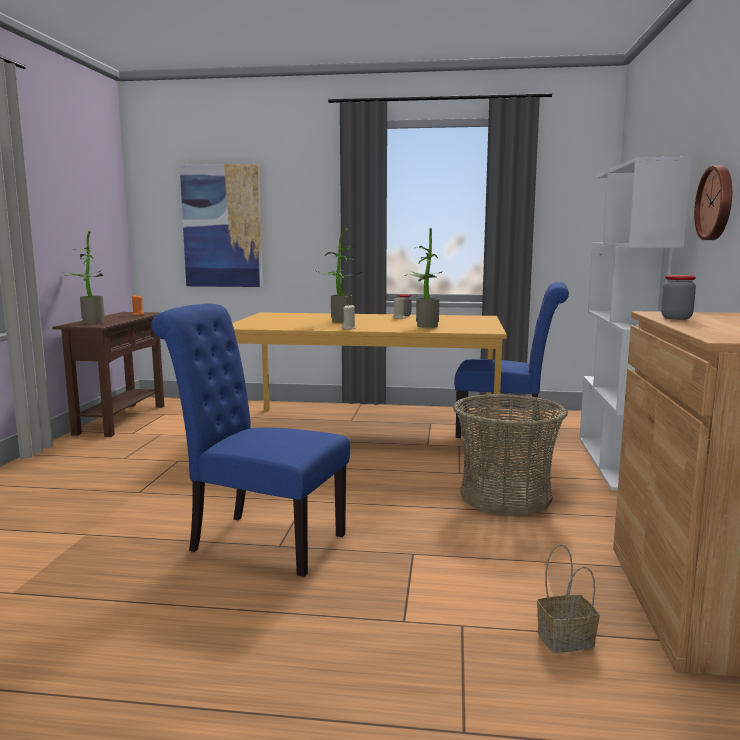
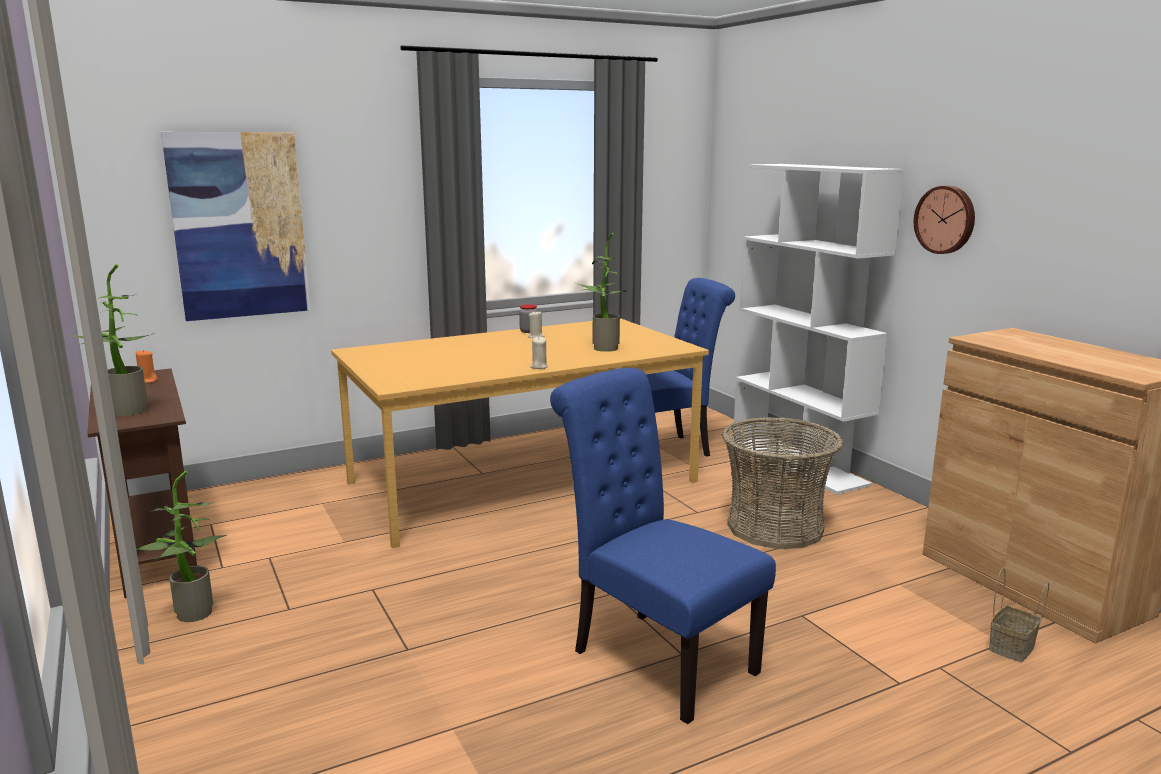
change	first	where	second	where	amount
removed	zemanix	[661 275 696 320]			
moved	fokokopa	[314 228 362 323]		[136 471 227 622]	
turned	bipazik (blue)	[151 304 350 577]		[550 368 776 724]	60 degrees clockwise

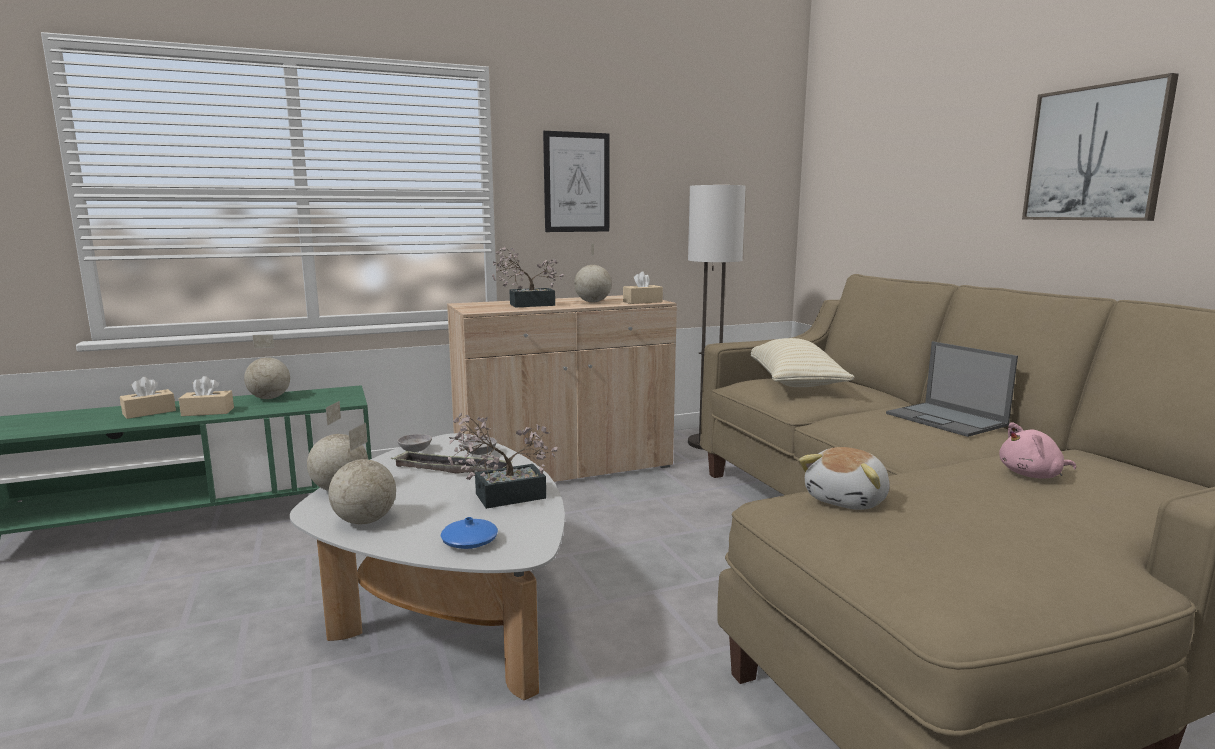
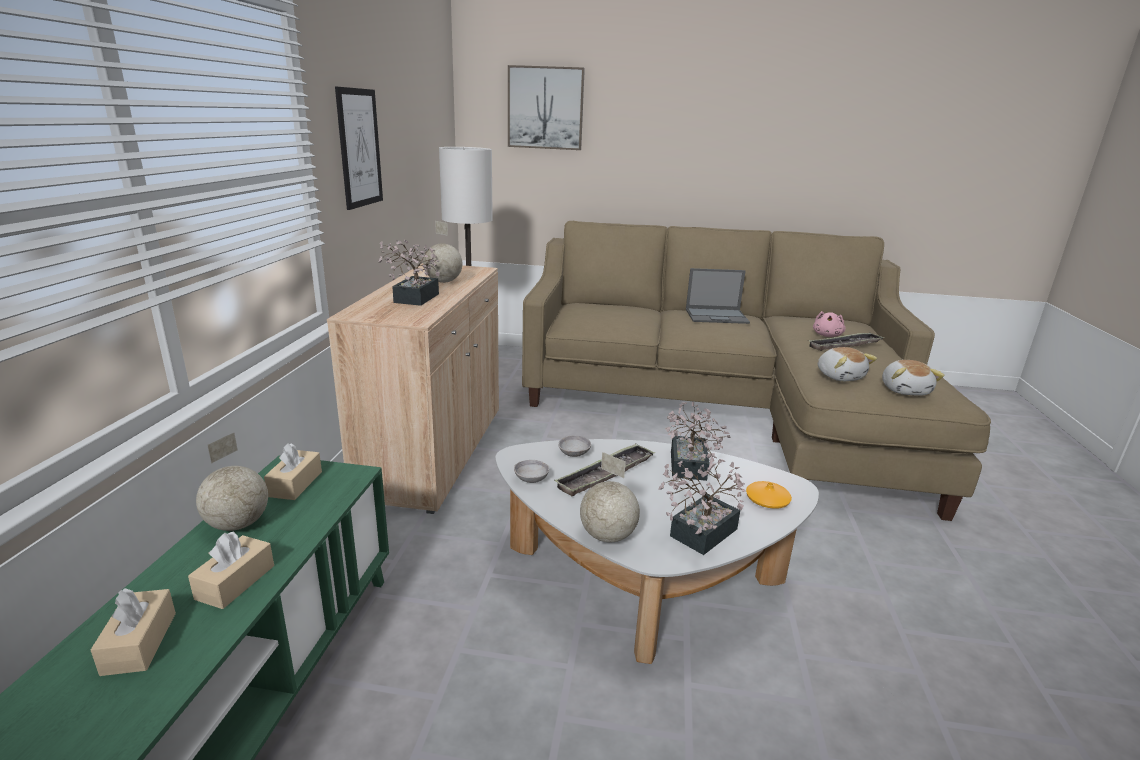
change	first	where	second	where	amount
removed	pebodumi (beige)	[751 338 854 387]			
added			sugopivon	[808 333 885 351]	
added			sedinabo	[882 360 945 396]	
moved	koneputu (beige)	[623 271 663 304]		[264 443 322 500]	
moved	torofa	[1022 73 1179 221]		[508 65 585 150]	
replaced	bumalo	[328 423 396 524]	fokokopa	[658 459 746 555]	
recoloured	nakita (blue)	[441 517 498 549]	nakita (orange)	[746 481 792 509]	

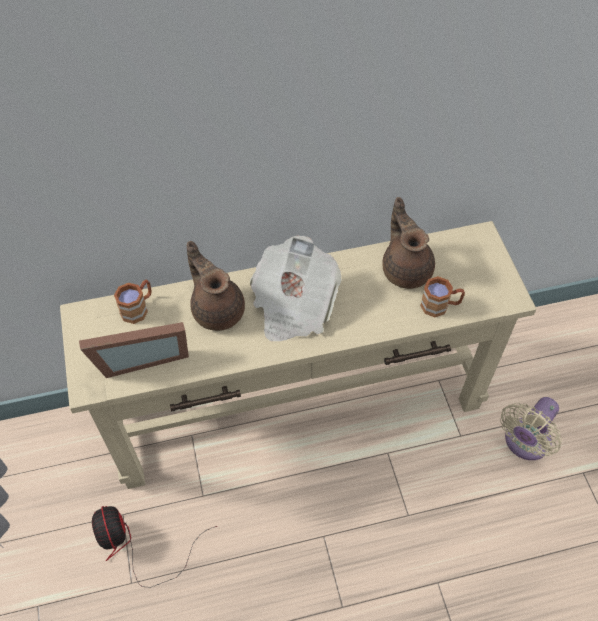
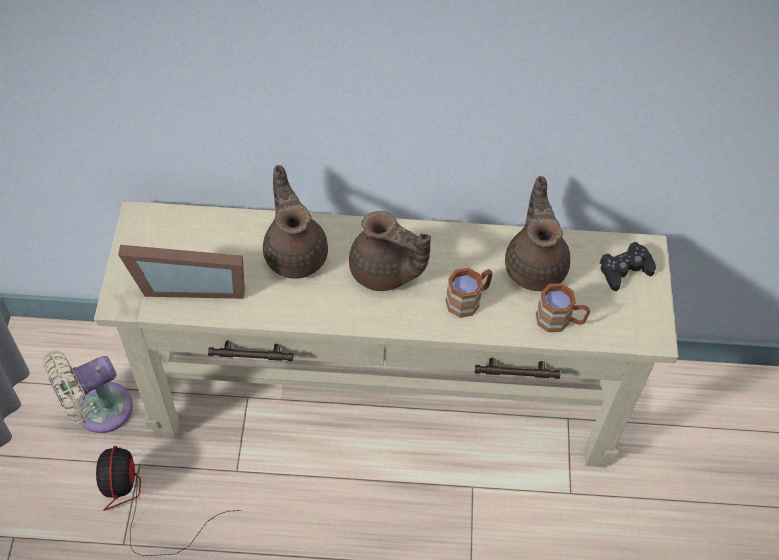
change	first	where	second	where	amount
added			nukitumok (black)	[599 242 656 291]	
moved	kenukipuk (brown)	[114 280 152 324]		[446 268 493 318]	
moved	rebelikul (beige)	[500 397 562 460]		[42 350 133 433]	
replaced	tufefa	[250 236 342 342]	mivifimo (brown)	[349 211 431 291]	

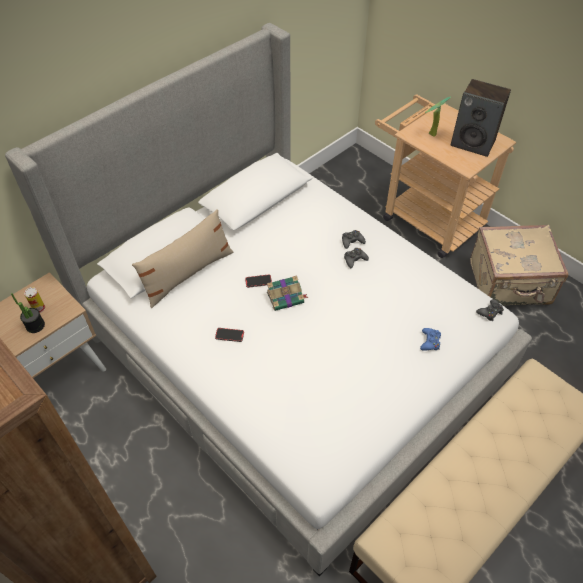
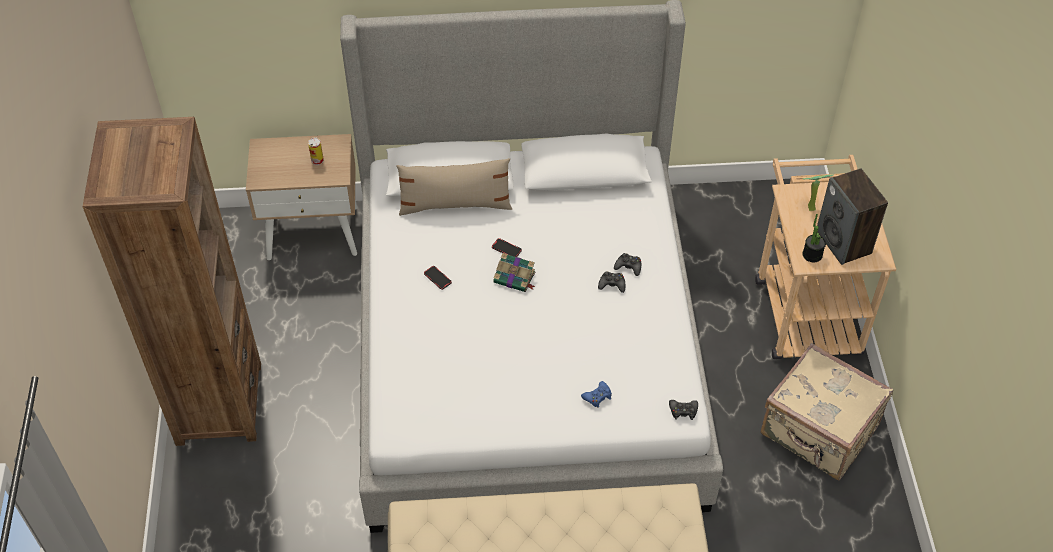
change	first	where	second	where	amount
moved	fokokopa	[11 293 45 333]		[802 214 826 262]	

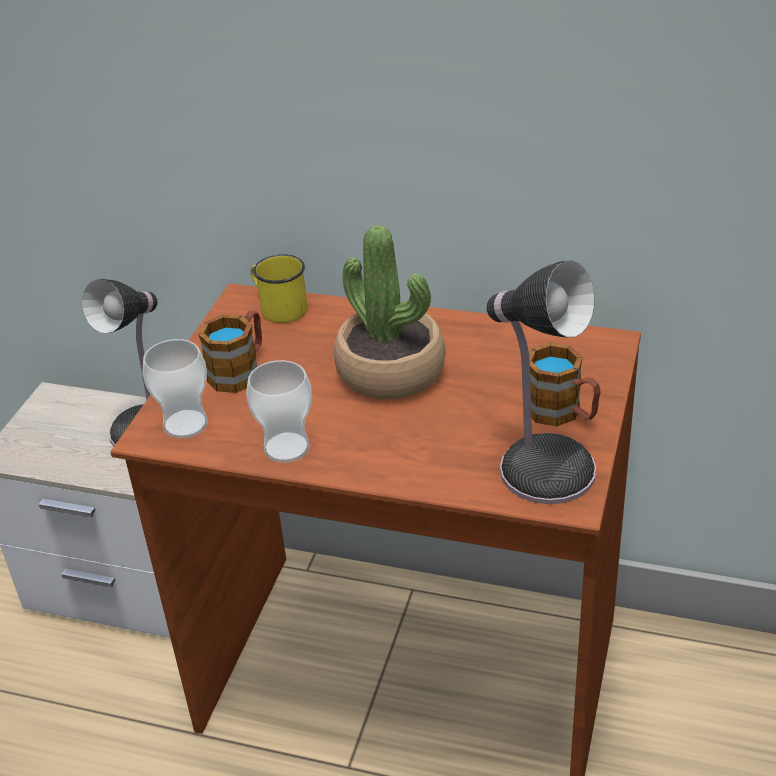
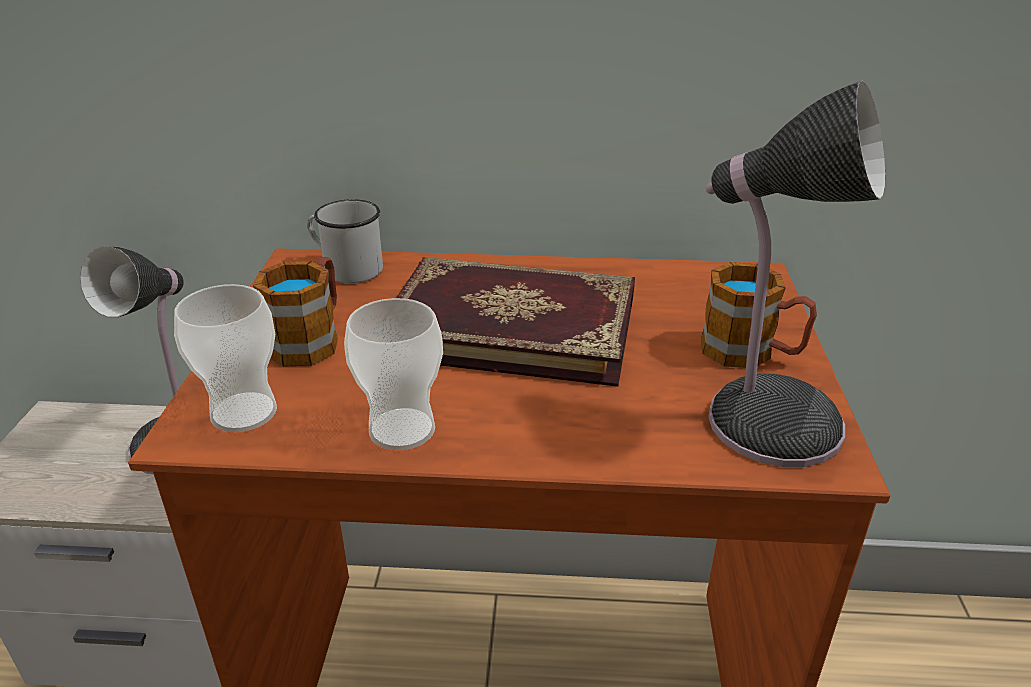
change	first	where	second	where	amount
replaced	fokokopa	[334 225 446 399]	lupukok	[396 257 635 387]	
recoloured	kenukipuk (yellow)	[251 254 307 323]	kenukipuk (white)	[307 199 383 283]	

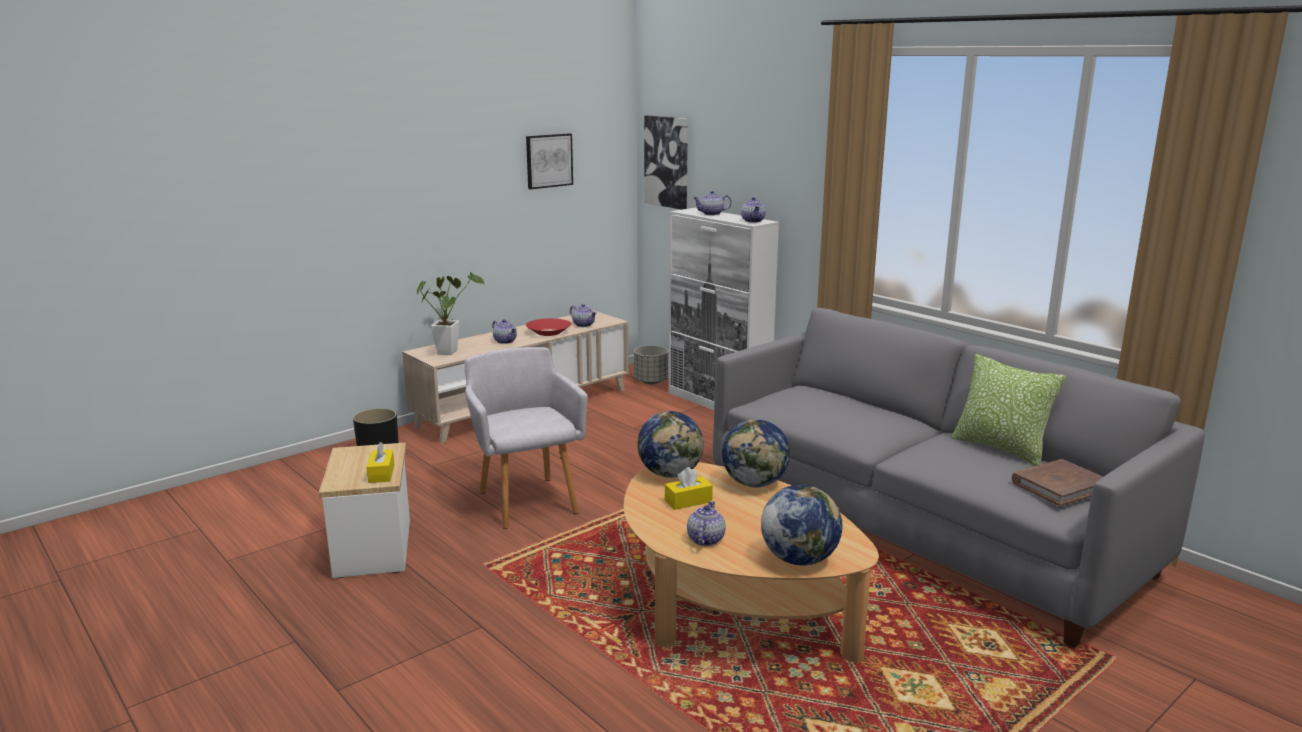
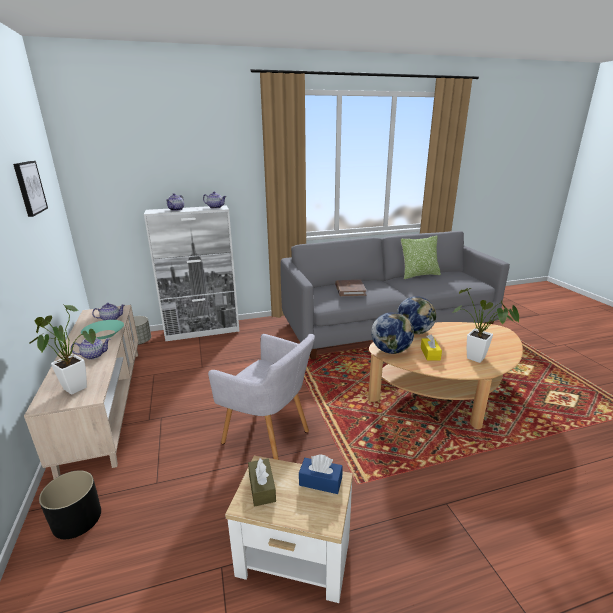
change	first	where	second	where	amount
removed	torofa	[644 115 688 210]			
removed	bumalo	[761 485 842 565]			
added			koneputu (brown)	[248 458 276 507]	
moved	lupukok (brown)	[1012 459 1103 506]		[335 280 367 296]	
replaced	mivifimo	[687 501 726 546]	fokokopa	[452 288 519 363]	
recoloured	koneputu (yellow)	[367 442 394 483]	koneputu (blue)	[299 454 343 494]	
recoloured	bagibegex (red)	[526 318 571 336]	bagibegex (turquoise)	[81 320 124 339]	
turned	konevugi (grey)	[465 347 588 529]		[208 334 315 460]	150 degrees counterclockwise

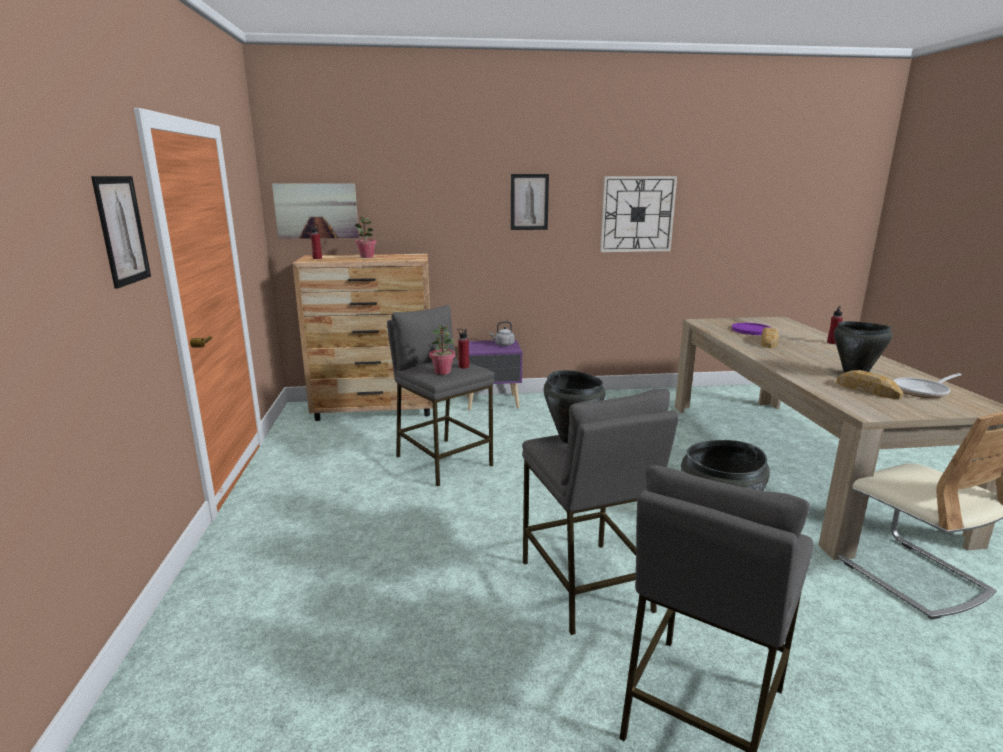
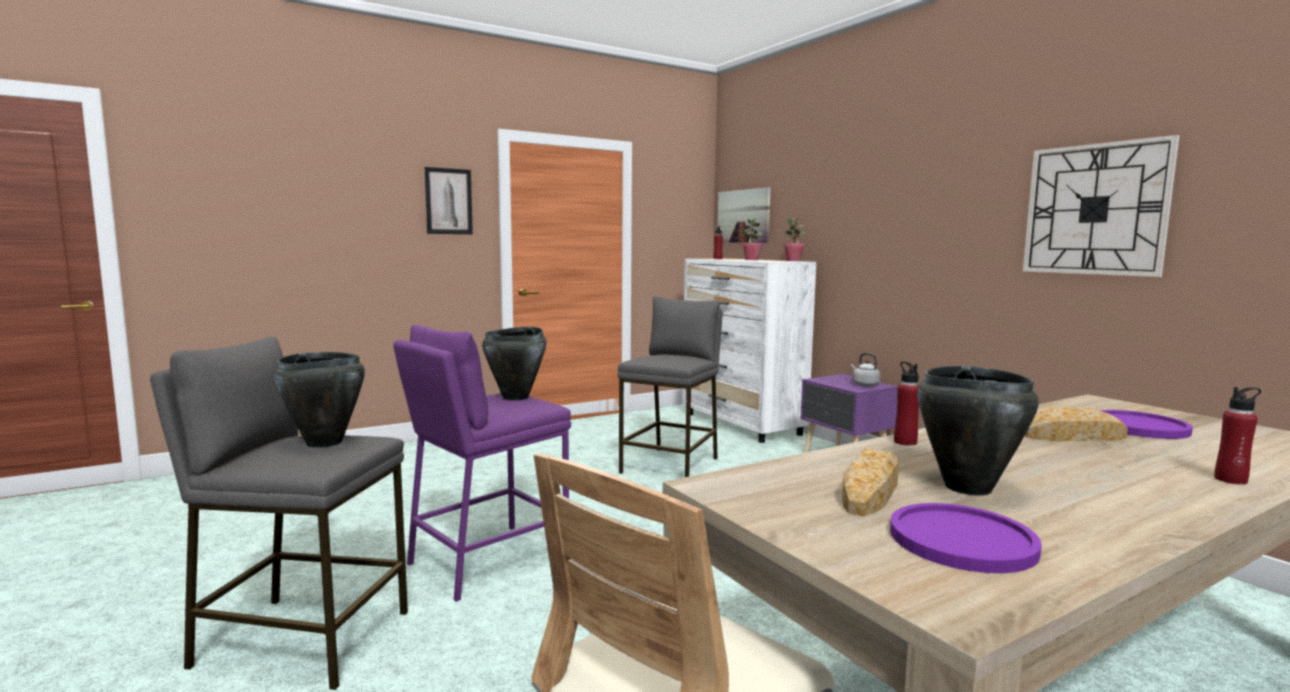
change	first	where	second	where	amount
removed	torofa	[511 174 549 230]			
moved	fokokopa	[429 325 455 375]		[783 218 806 261]	
moved	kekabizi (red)	[458 329 469 369]		[894 362 919 446]	
replaced	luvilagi	[894 373 962 398]	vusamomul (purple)	[890 503 1042 573]	
recoloured	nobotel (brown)	[292 254 433 421]	nobotel (white)	[682 259 816 443]	
recoloured	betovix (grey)	[522 388 679 635]	betovix (purple)	[393 325 571 602]	

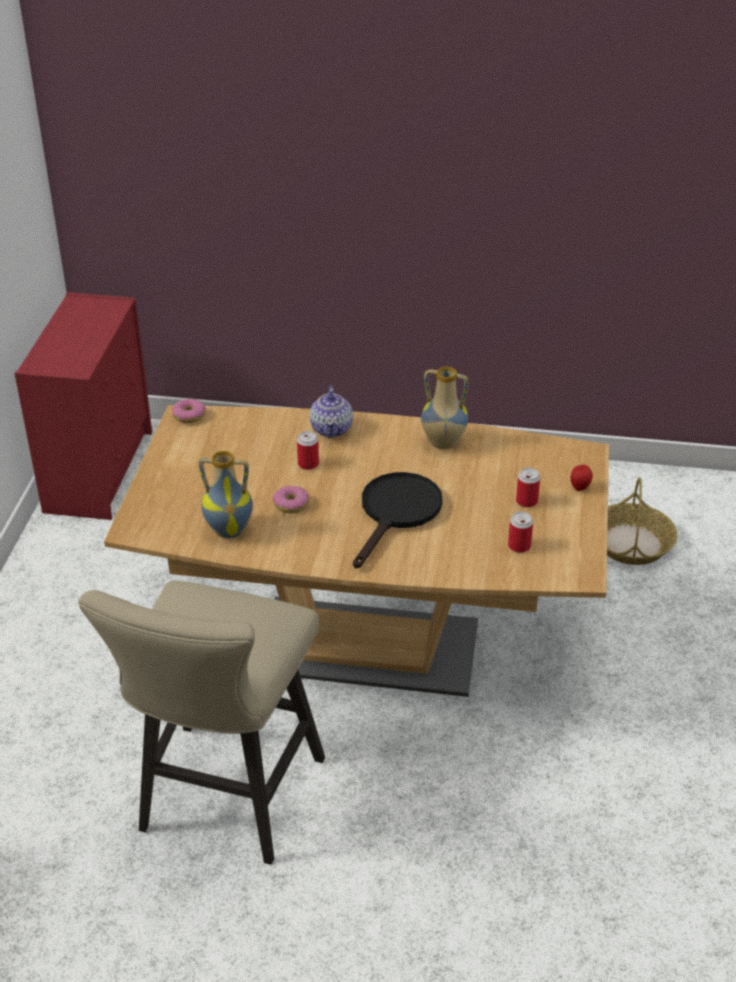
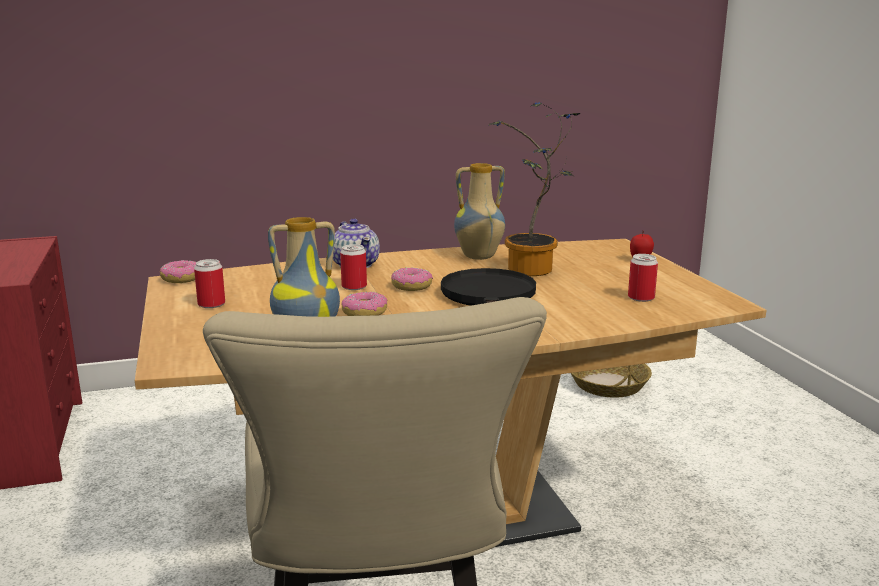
change	first	where	second	where	amount
added			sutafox	[391 267 433 291]	
added			fokokopa	[488 102 581 276]	
moved	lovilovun	[516 468 540 508]		[194 259 225 308]	

